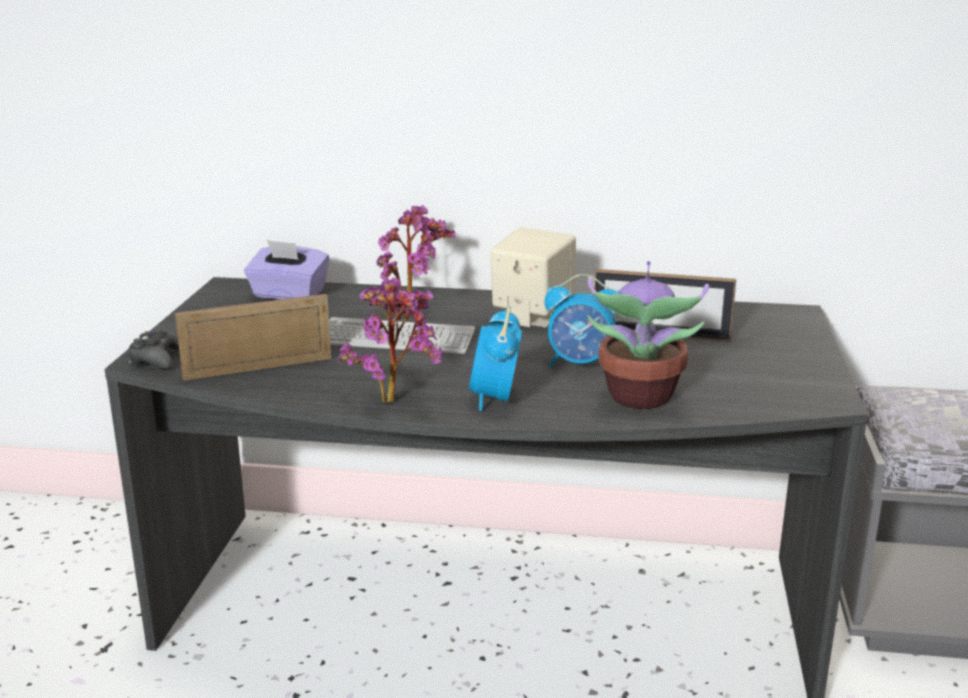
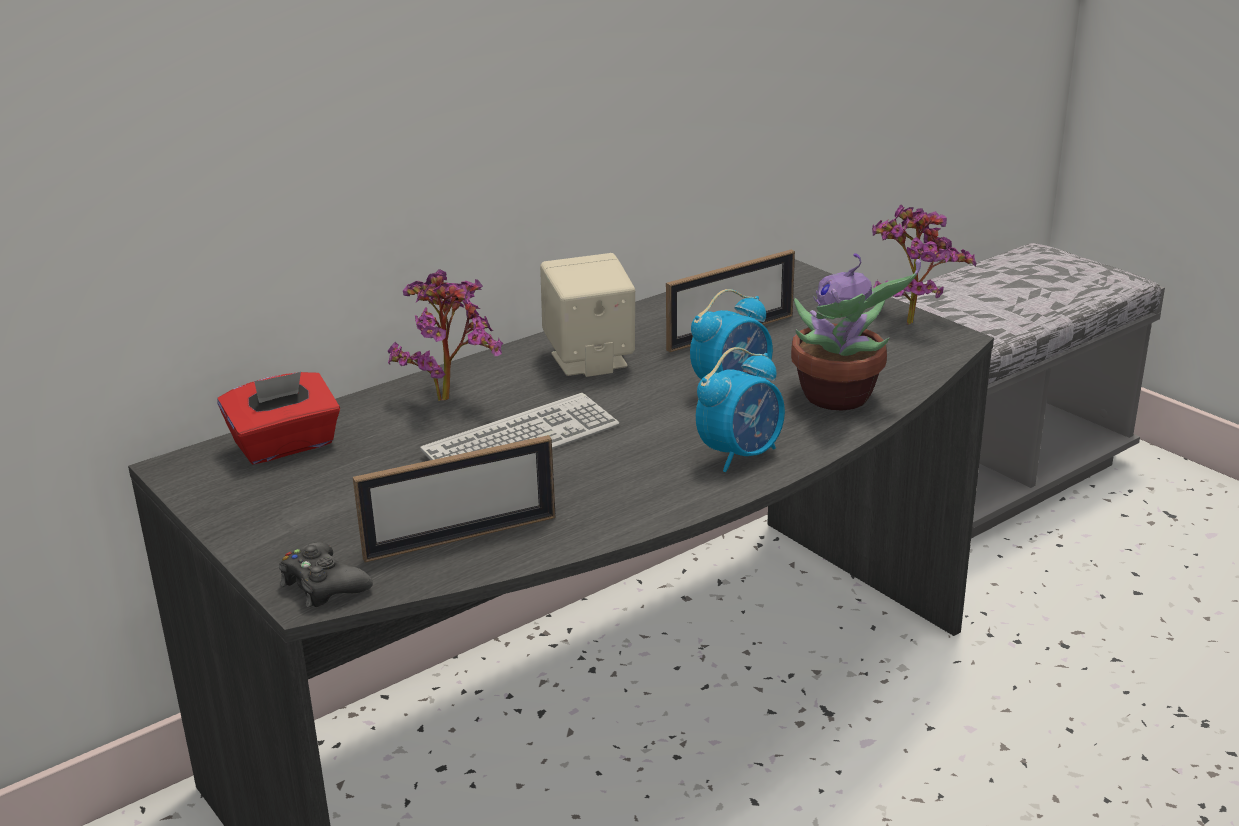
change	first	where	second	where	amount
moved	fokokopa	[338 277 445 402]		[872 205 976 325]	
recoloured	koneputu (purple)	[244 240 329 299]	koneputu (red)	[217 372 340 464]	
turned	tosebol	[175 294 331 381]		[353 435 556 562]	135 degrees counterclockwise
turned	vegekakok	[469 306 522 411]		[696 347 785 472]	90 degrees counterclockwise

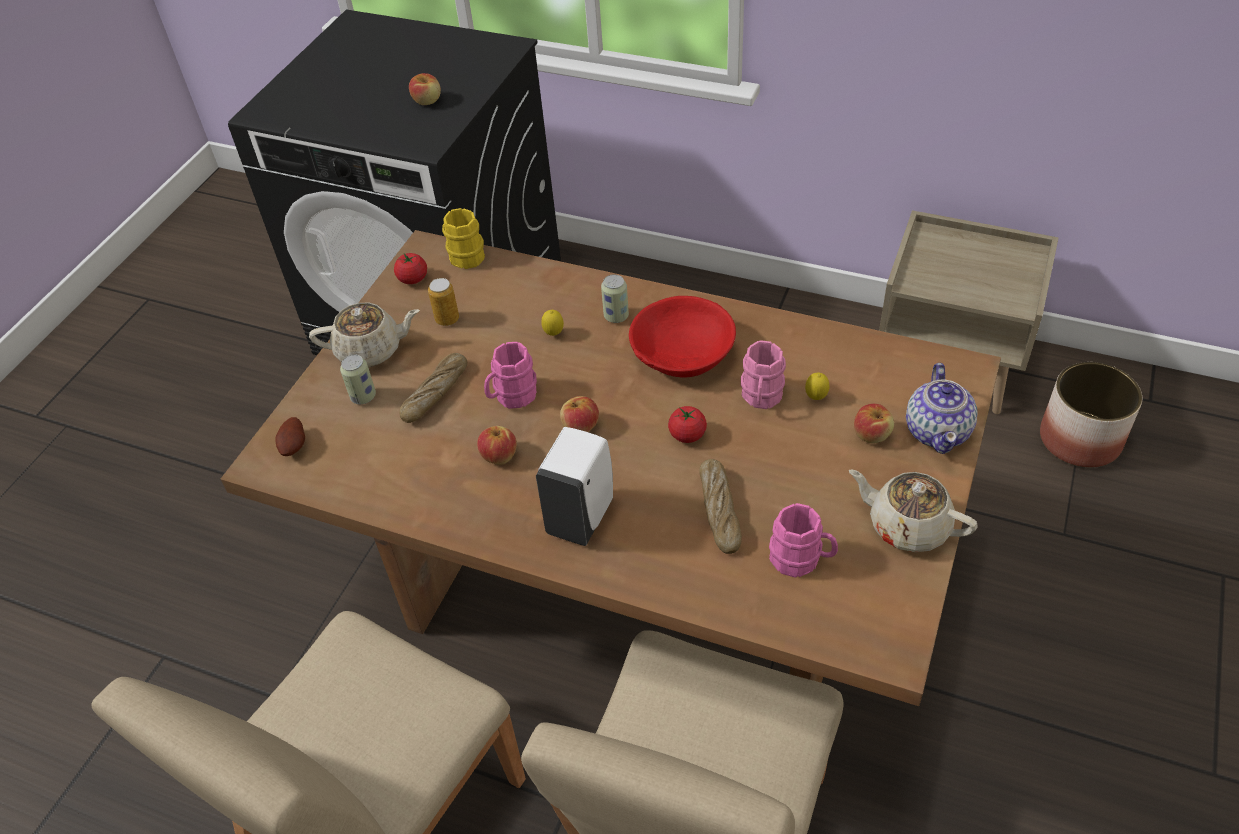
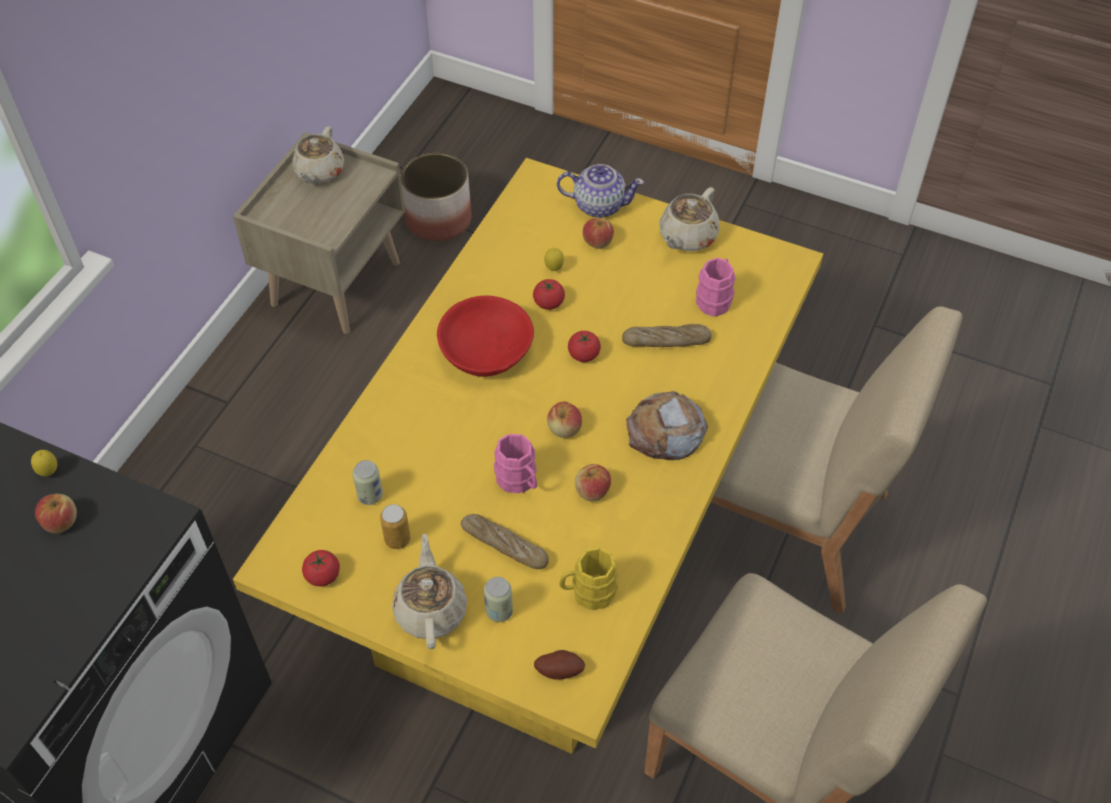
change	first	where	second	where	amount
added			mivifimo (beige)	[292 126 344 183]	
moved	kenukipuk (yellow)	[442 208 485 269]		[559 548 618 610]	
moved	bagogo	[541 310 564 336]		[31 450 58 476]	
moved	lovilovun	[601 275 629 323]		[353 460 383 505]	
replaced	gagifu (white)	[536 427 613 546]	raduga	[626 391 708 460]	
replaced	kenukipuk (pink)	[741 340 786 409]	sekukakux	[533 279 565 310]	
recoloured	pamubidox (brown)	[221 230 1001 706]	pamubidox (yellow)	[233 158 823 754]	

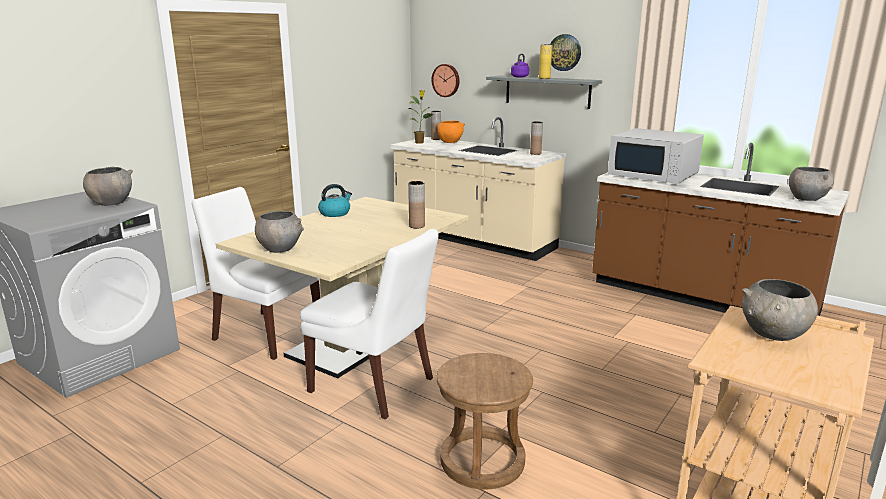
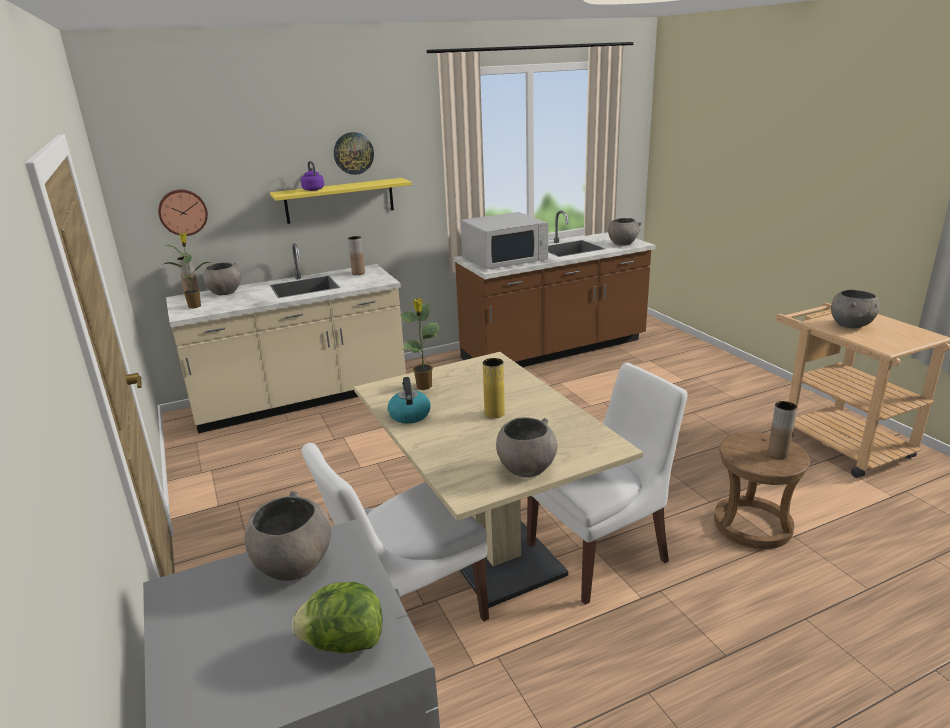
change	first	where	second	where	amount
added			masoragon	[292 582 382 653]	
added			fokokopa	[400 298 439 390]	
moved	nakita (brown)	[408 181 425 229]		[768 401 797 459]	
moved	nakita (yellow)	[539 44 552 79]		[483 358 505 418]	
recoloured	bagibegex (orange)	[437 121 465 143]	bagibegex (grey)	[203 262 241 295]	
recoloured	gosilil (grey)	[486 75 602 109]	gosilil (yellow)	[270 178 412 224]	

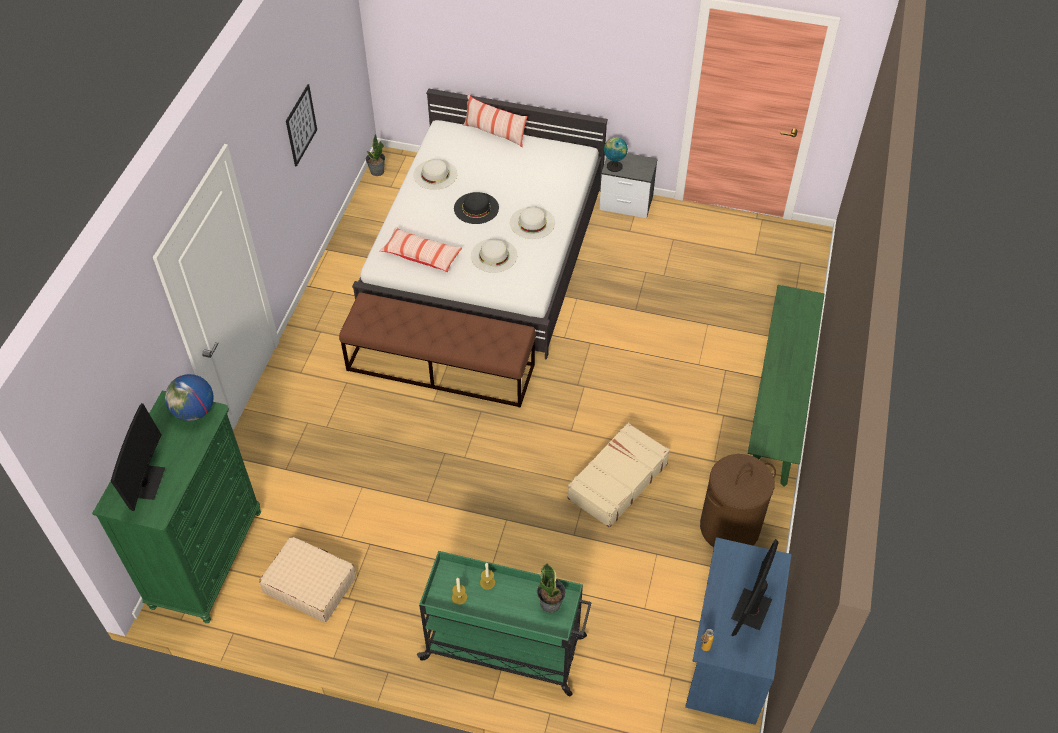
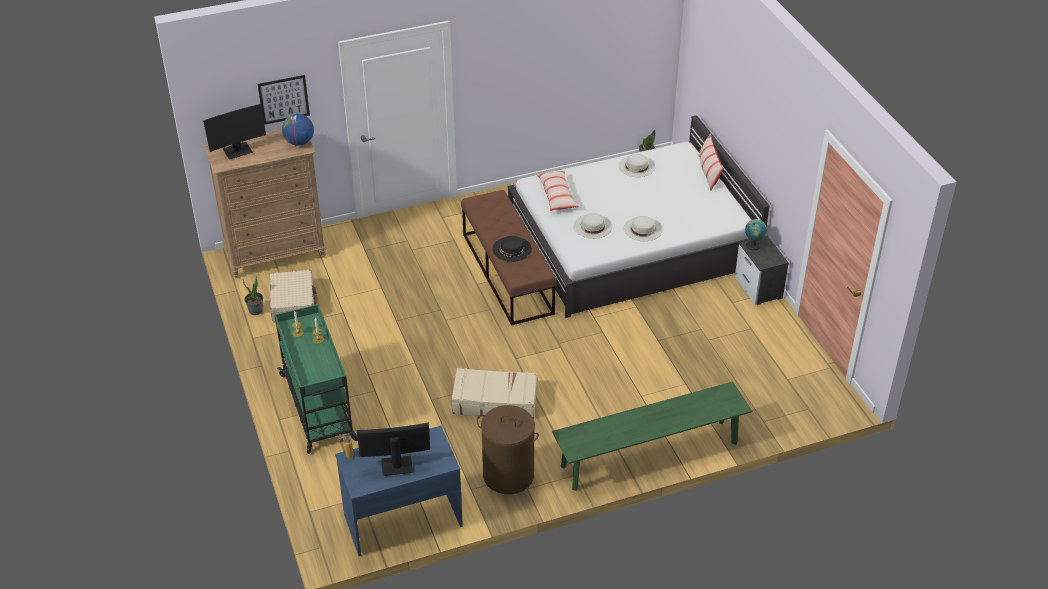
change	first	where	second	where	amount
moved	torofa	[286 84 317 167]		[257 75 310 125]	
moved	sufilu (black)	[454 192 499 224]		[492 236 532 262]	
moved	fokokopa	[537 564 566 613]		[243 276 263 315]	
recoloured	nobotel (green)	[92 390 261 623]	nobotel (brown)	[204 129 326 278]	

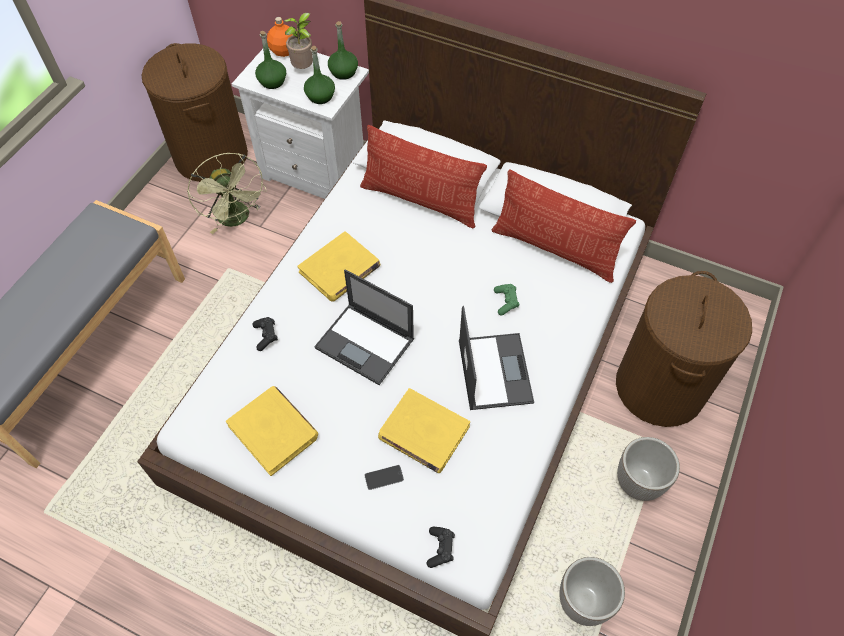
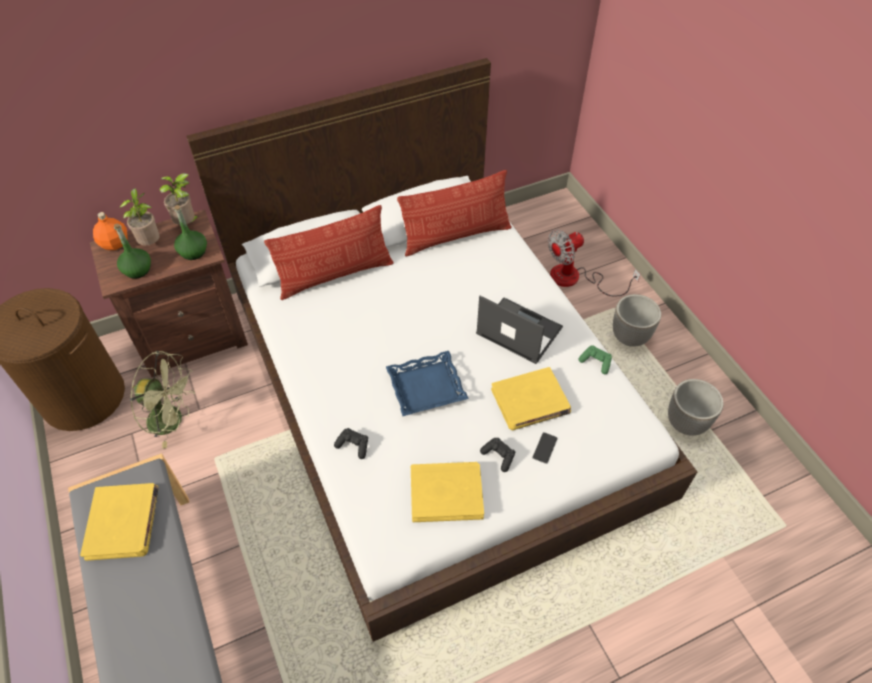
change	first	where	second	where	amount
moved	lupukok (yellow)	[297 231 380 302]		[80 483 159 561]	
moved	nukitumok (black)	[427 527 455 568]		[480 438 515 472]	
moved	nukitumok (green)	[494 284 519 316]		[579 346 612 374]	
replaced	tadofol	[314 269 414 385]	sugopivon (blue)	[386 351 469 416]	
replaced	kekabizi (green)	[328 21 358 80]	fokokopa	[159 173 200 225]	
replaced	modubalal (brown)	[616 271 752 427]	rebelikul	[548 229 641 297]	
recoloured	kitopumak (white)	[232 49 369 199]	kitopumak (brown)	[90 209 248 377]	

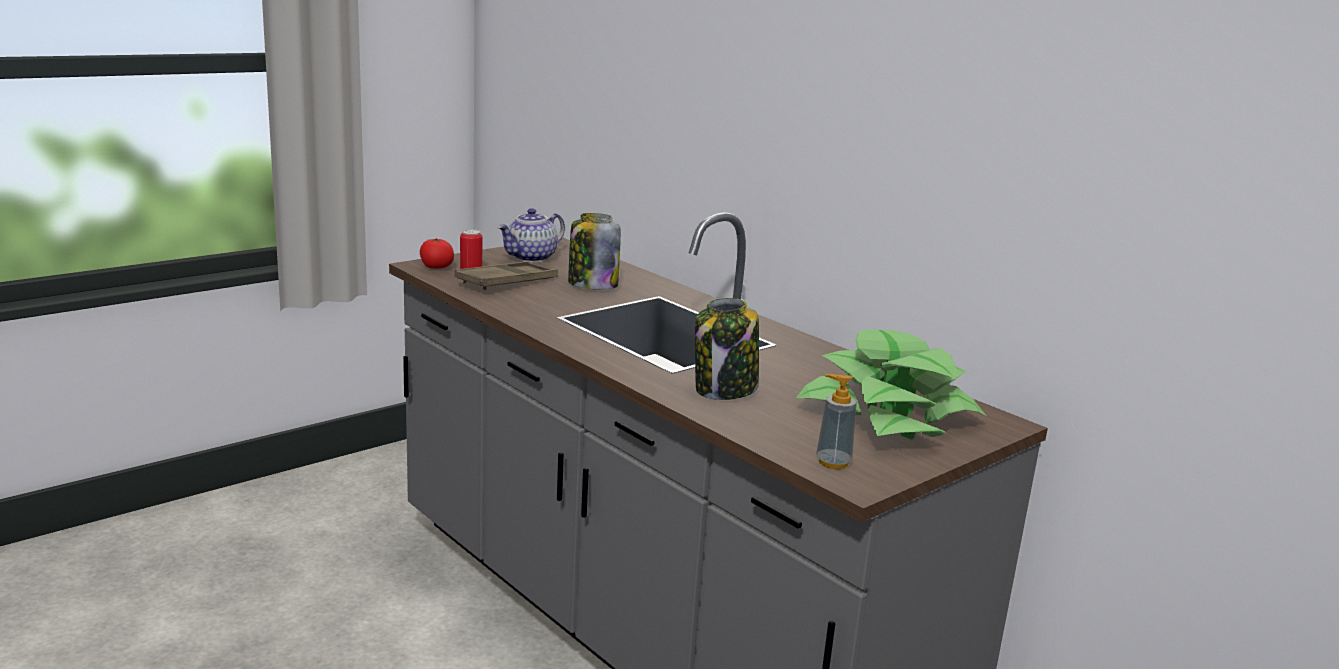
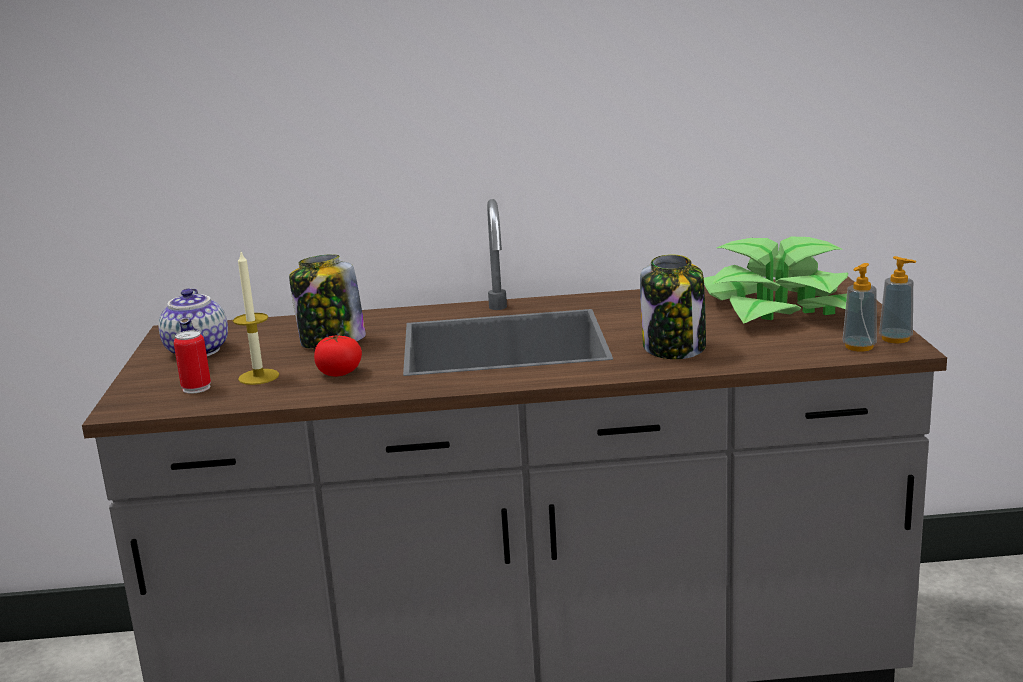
change	first	where	second	where	amount
added			gagifu	[879 256 916 343]	
moved	sekukakux	[420 238 454 269]		[314 335 362 376]	
replaced	sugopivon (brown)	[455 261 558 290]	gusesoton	[233 252 279 385]	

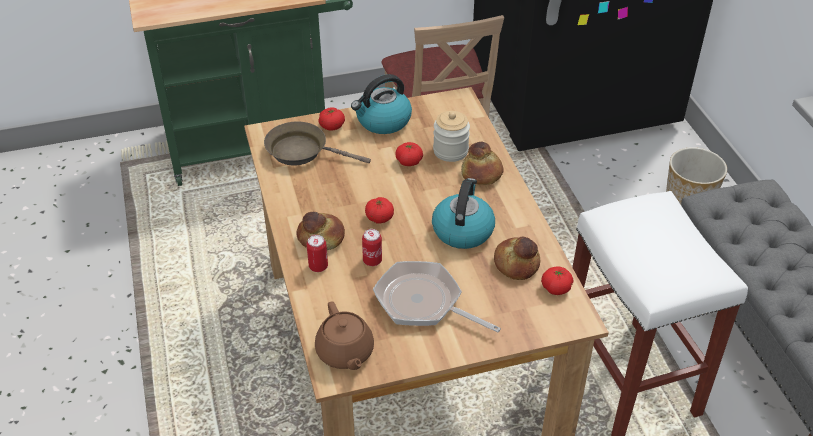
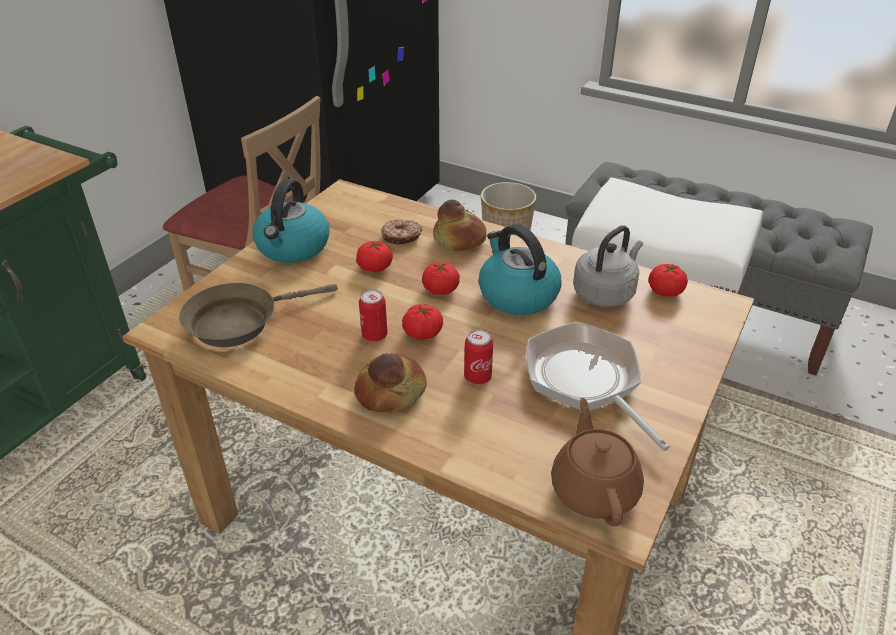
change	first	where	second	where	amount
moved	lovilovun	[307 235 328 272]		[359 289 388 342]	
moved	sekukakux	[318 107 345 131]		[422 262 460 295]	
replaced	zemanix	[433 111 470 162]	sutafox	[381 219 422 245]	
replaced	raduga	[494 237 540 280]	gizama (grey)	[573 225 643 307]	
turned	mivifimo (brown)	[315 301 374 370]		[551 398 644 526]	120 degrees counterclockwise
turned	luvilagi	[373 261 501 332]		[526 322 670 451]	75 degrees clockwise

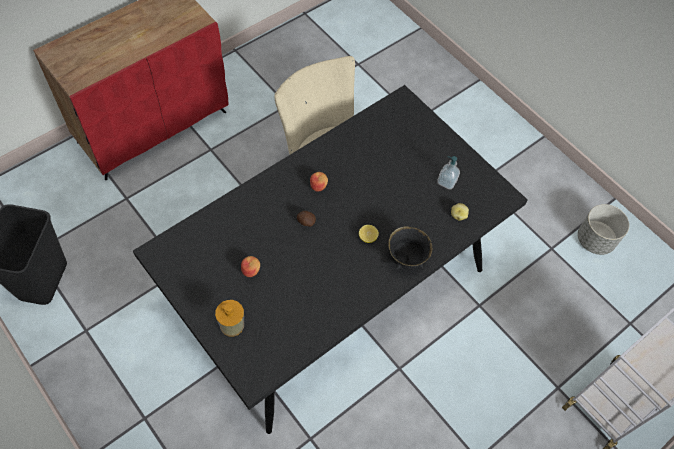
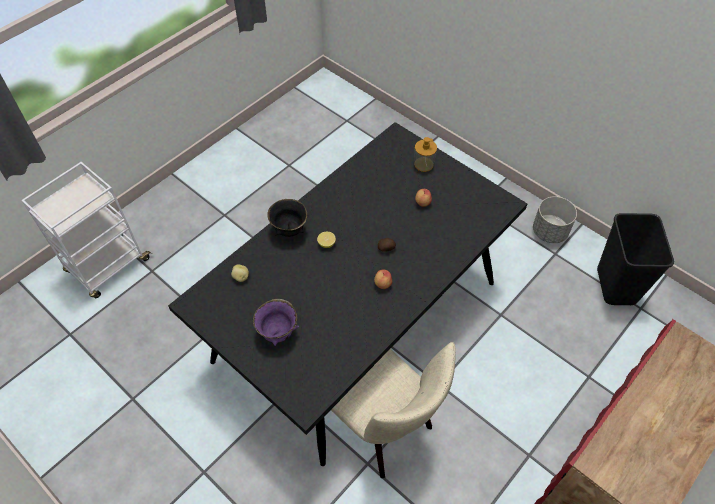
change	first	where	second	where	amount
removed	gagifu	[437 156 460 189]			
added			bagibegex (purple)	[253 299 299 346]	
moved	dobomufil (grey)	[578 204 629 255]		[533 196 577 243]	

